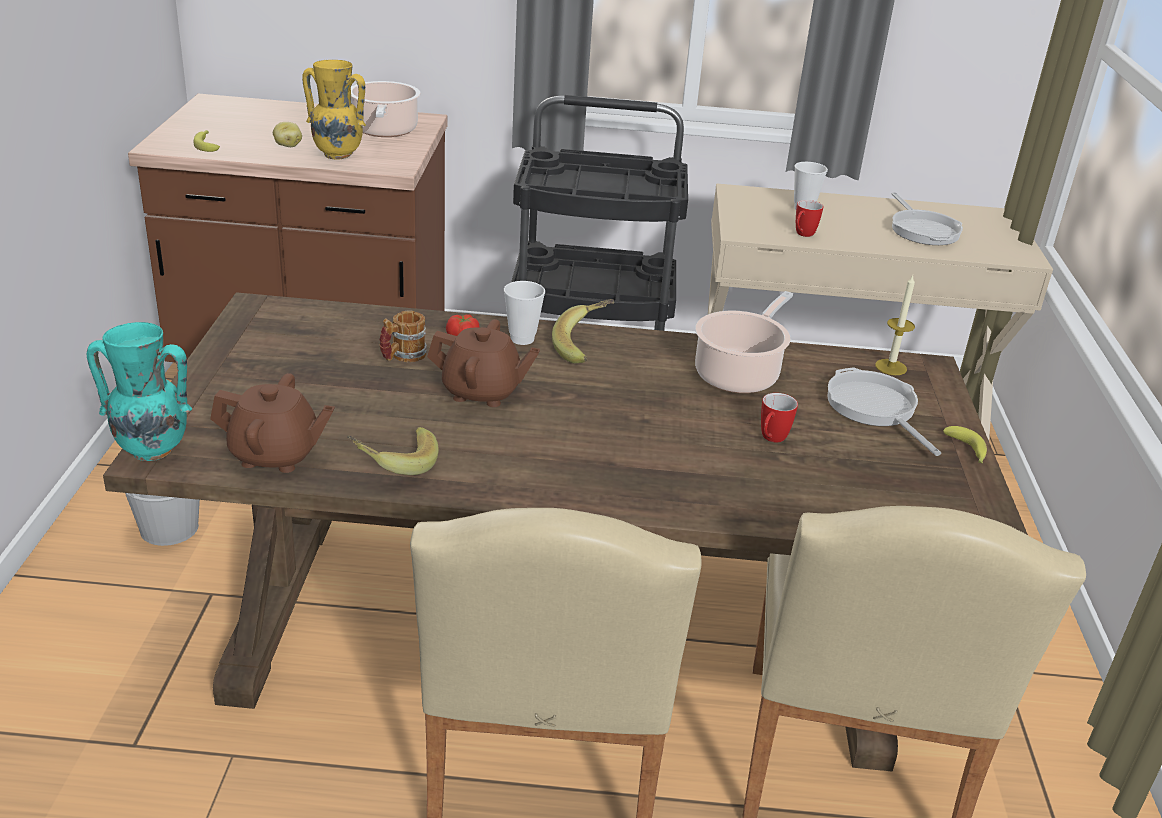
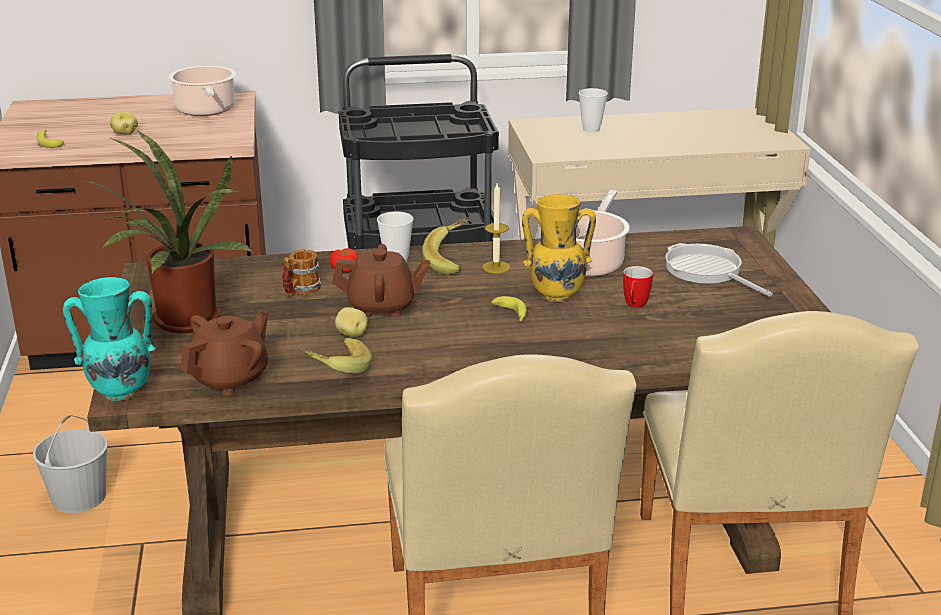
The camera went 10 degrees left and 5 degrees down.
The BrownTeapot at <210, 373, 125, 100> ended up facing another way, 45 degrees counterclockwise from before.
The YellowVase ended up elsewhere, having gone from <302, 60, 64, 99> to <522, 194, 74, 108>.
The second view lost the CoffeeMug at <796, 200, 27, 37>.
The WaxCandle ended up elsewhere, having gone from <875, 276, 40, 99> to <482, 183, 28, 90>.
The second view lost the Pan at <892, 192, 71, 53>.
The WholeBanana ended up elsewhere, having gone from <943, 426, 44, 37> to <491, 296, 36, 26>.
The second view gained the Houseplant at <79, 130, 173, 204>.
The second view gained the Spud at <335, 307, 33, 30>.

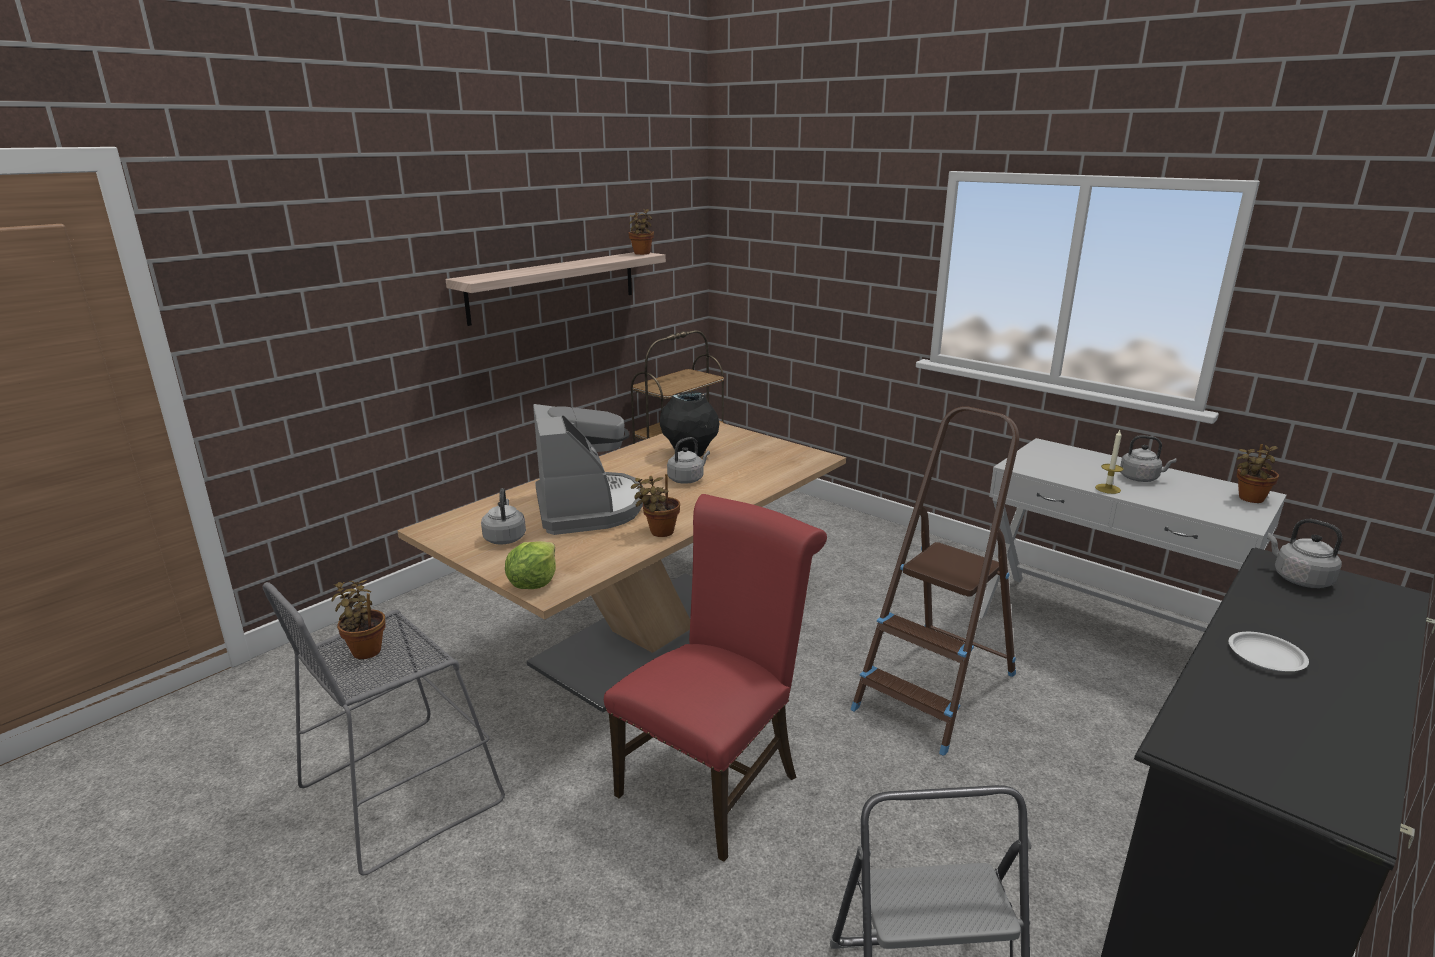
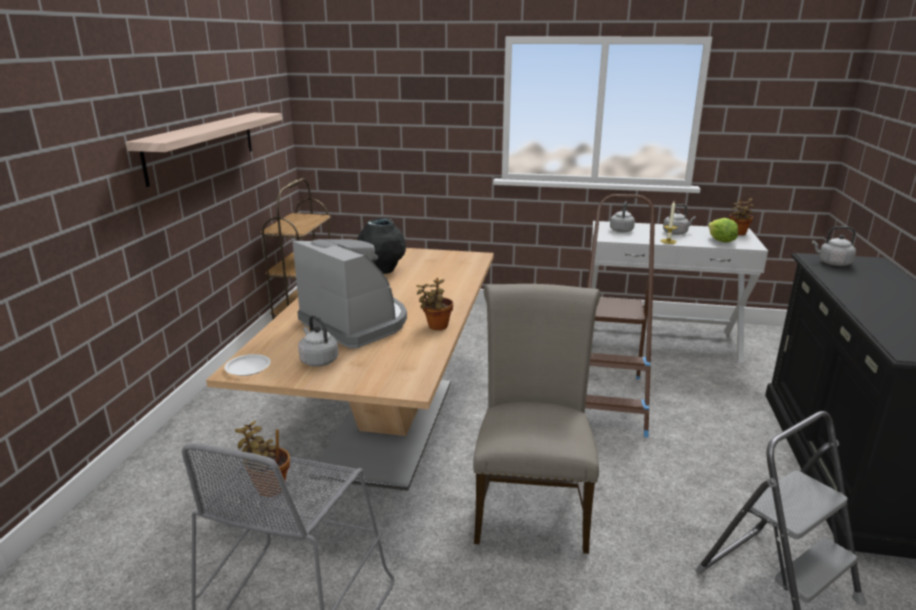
The camera went 30 degrees left and 0 degrees up.
The Lettuce ended up elsewhere, having gone from <505, 541, 51, 48> to <708, 218, 30, 25>.
What was the RedColouredUprightChair at <604, 494, 223, 368> turned into the BeigeColouredUprightChair at <473, 284, 127, 270>.
The second view lost the Houseplant at <628, 209, 26, 46>.
The GreyishWaterKettle ended up elsewhere, having gone from <667, 437, 43, 47> to <610, 201, 25, 31>.
The WhitePlate ended up elsewhere, having gone from <1229, 632, 80, 39> to <224, 354, 47, 22>.

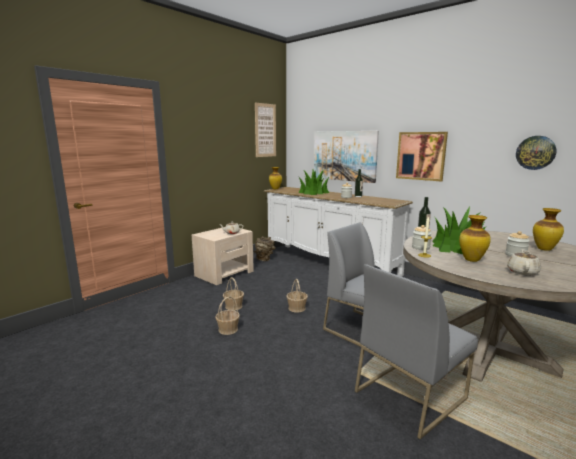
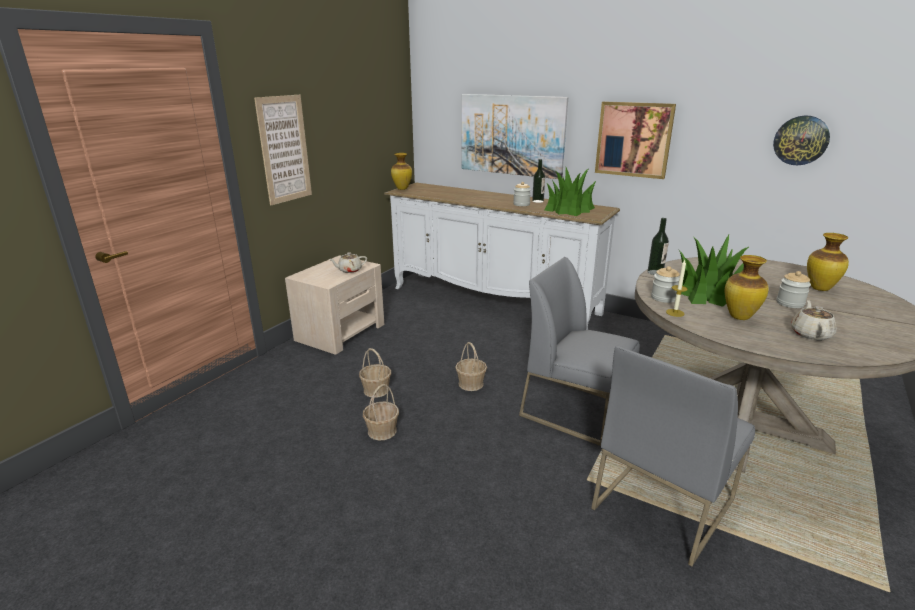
The camera went 10 degrees left and 10 degrees up.
The second view lost the BrownVase at <254, 236, 22, 25>.
The Picture ended up elsewhere, having gone from <255, 102, 21, 55> to <254, 95, 58, 110>.
The Houseplant ended up elsewhere, having gone from <298, 170, 31, 25> to <544, 167, 53, 49>.

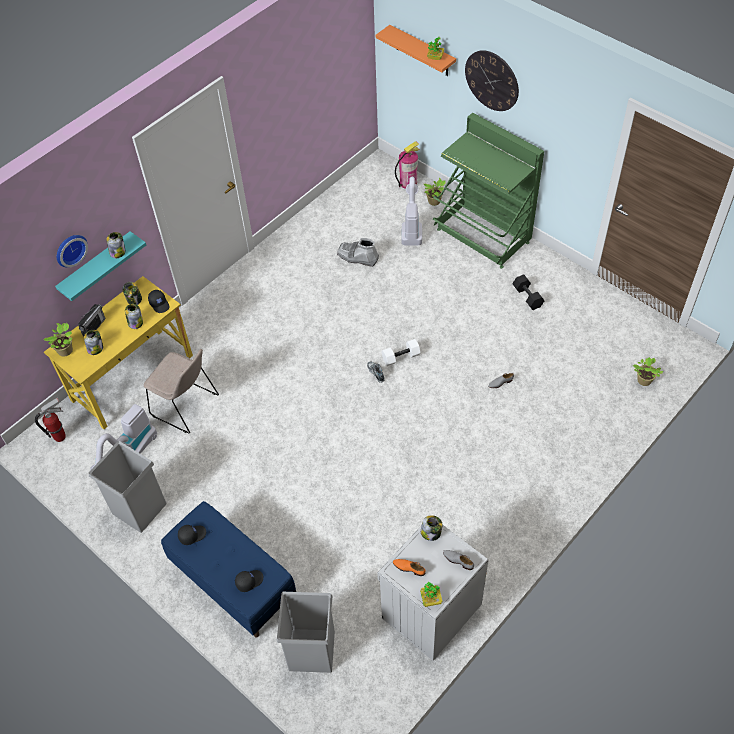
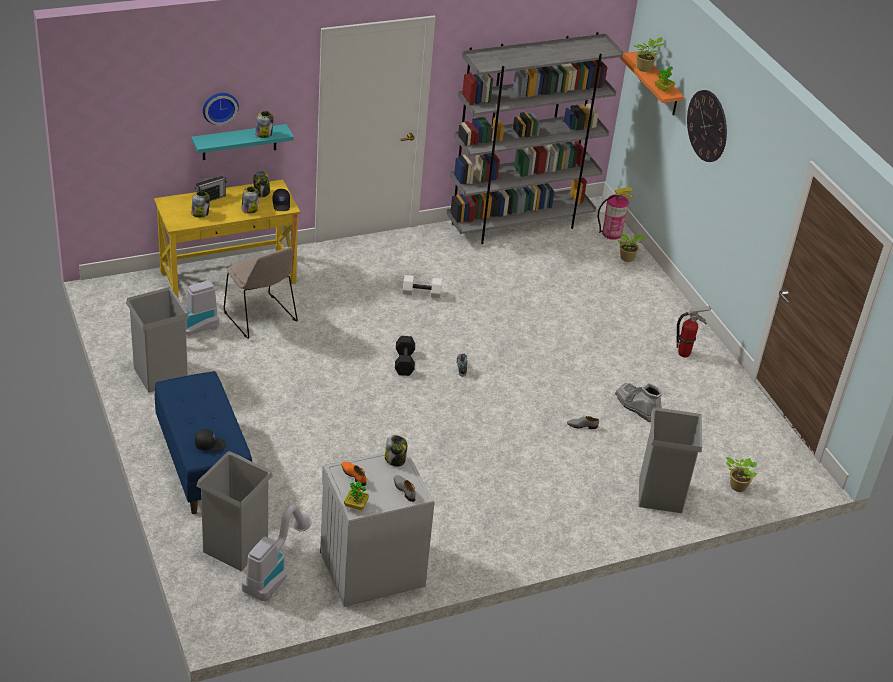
The camera went 20 degrees right and 15 degrees down.
The FireExtinguisher ended up elsewhere, having gone from <35, 398, 31, 44> to <676, 306, 35, 51>.
The Houseplant ended up elsewhere, having gone from <43, 323, 30, 34> to <633, 37, 31, 35>.
The second view lost the BlackColouredBaseballCap at <178, 525, 28, 20>.
The GreyishBoot ended up elsewhere, having gone from <337, 238, 42, 29> to <615, 383, 48, 40>.
The WhiteDumbbell ended up elsewhere, having gone from <381, 339, 40, 27> to <403, 275, 39, 23>.
The Vacuum ended up elsewhere, having gone from <401, 177, 21, 68> to <242, 504, 69, 97>.
The second view lost the GreenShoeRack at <433, 113, 111, 156>.
The BlackColouredDumbbell ended up elsewhere, having gone from <513, 274, 31, 36> to <395, 336, 20, 40>.
The second view gained the GreyishBookshelf at <446, 32, 177, 212>.
The second view gained the GreyishTrashCan at <638, 407, 64, 106>.

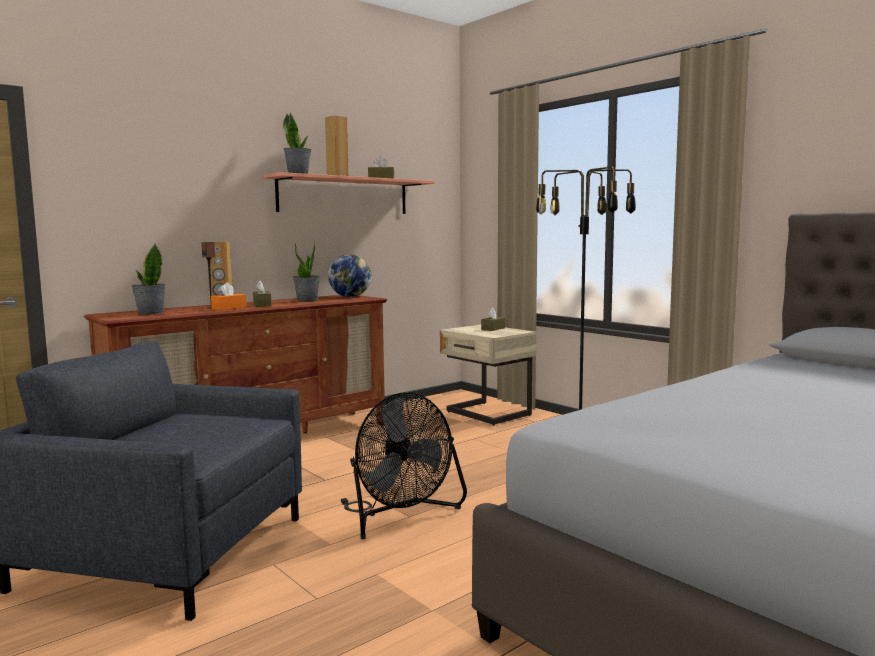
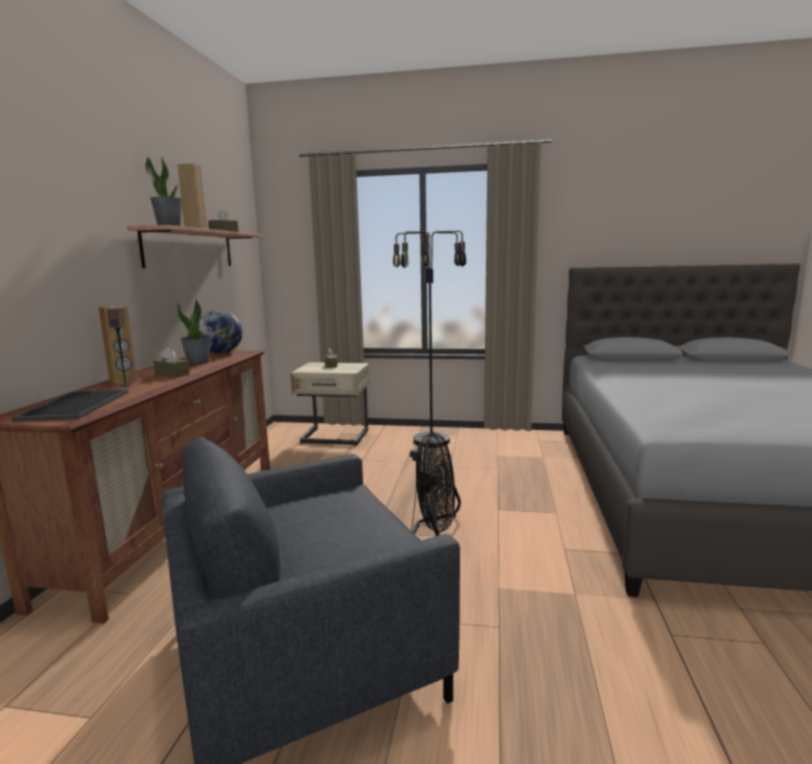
The camera went 40 degrees left and 5 degrees up.
Where the Houseplant stood at <131, 244, 35, 71>, the CarryingTray came to stand at <12, 389, 116, 33>.
The second view lost the OrangeTissueHolder at <211, 282, 35, 28>.

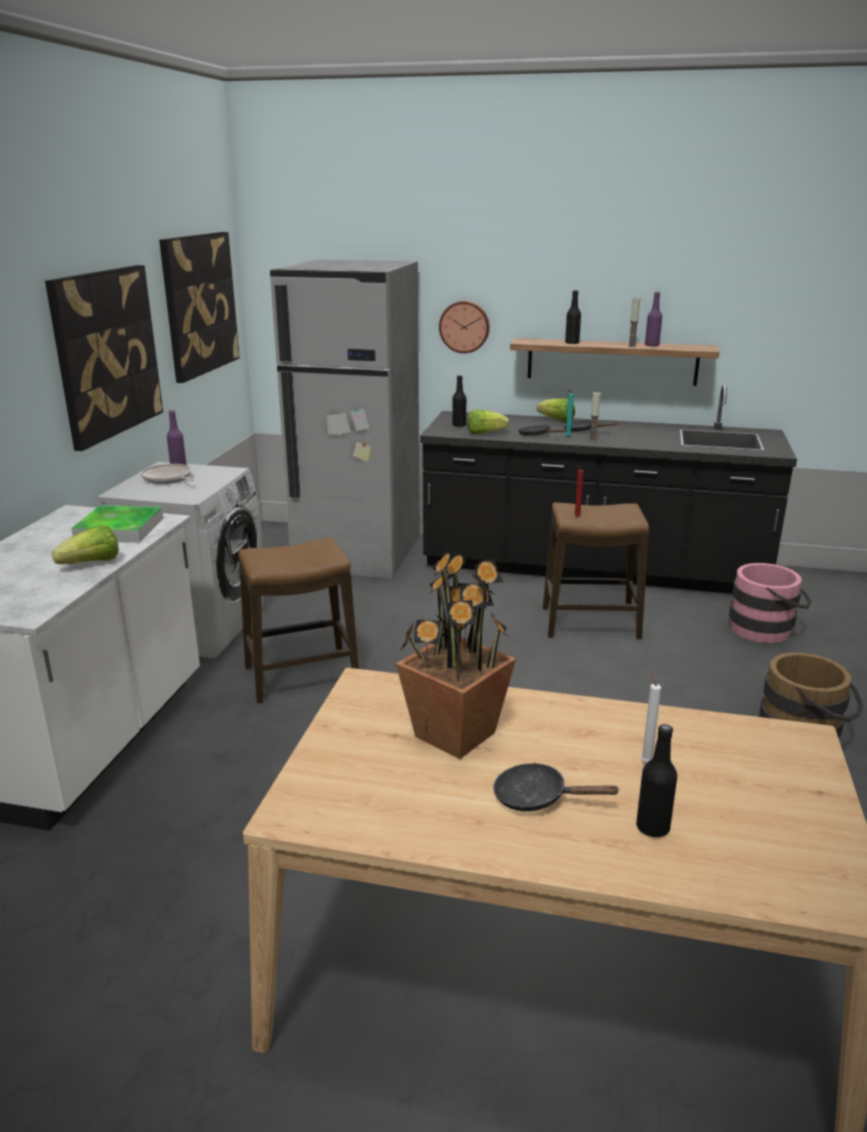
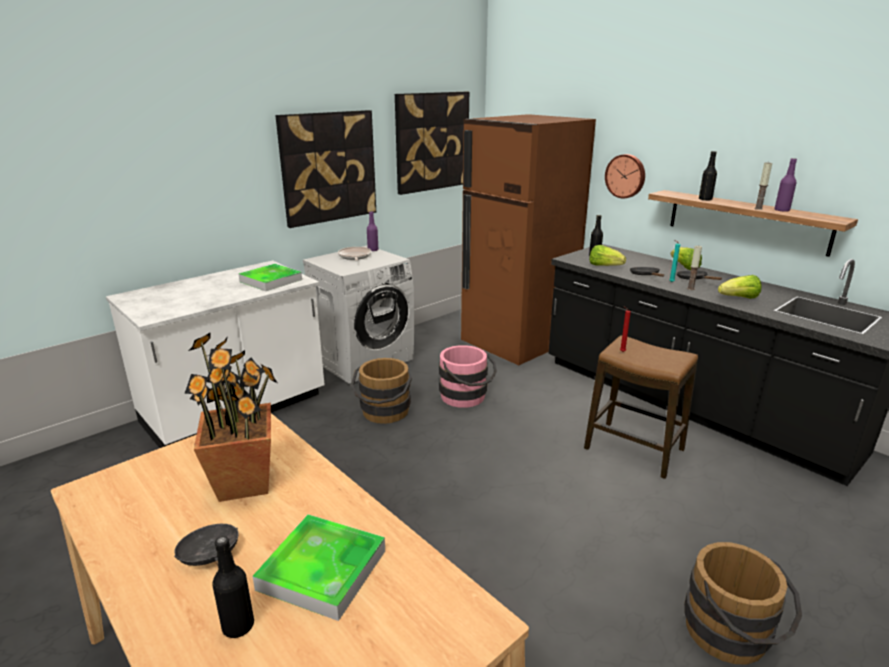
The camera went 35 degrees right and 0 degrees up.
The Lettuce ended up elsewhere, having gone from <52, 525, 67, 39> to <718, 275, 43, 24>.
Where the Stool stood at <238, 537, 121, 167>, the BrownWaterBucket came to stand at <351, 358, 61, 66>.
What was the GreyishFridge at <270, 259, 150, 319> turned into the BrownFridge at <461, 114, 135, 251>.
Where the WhiteWaxCandle stood at <641, 672, 20, 91>, the CarryingTray came to stand at <252, 514, 133, 107>.
The PinkColouredWaterBucket ended up elsewhere, having gone from <729, 563, 83, 80> to <439, 345, 58, 63>.

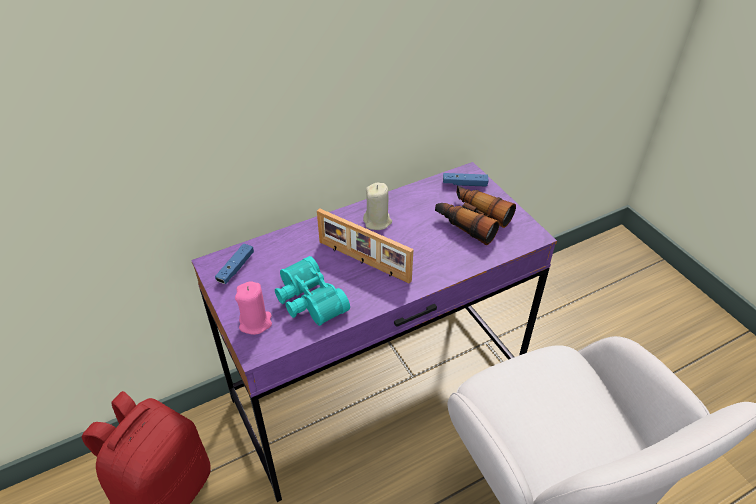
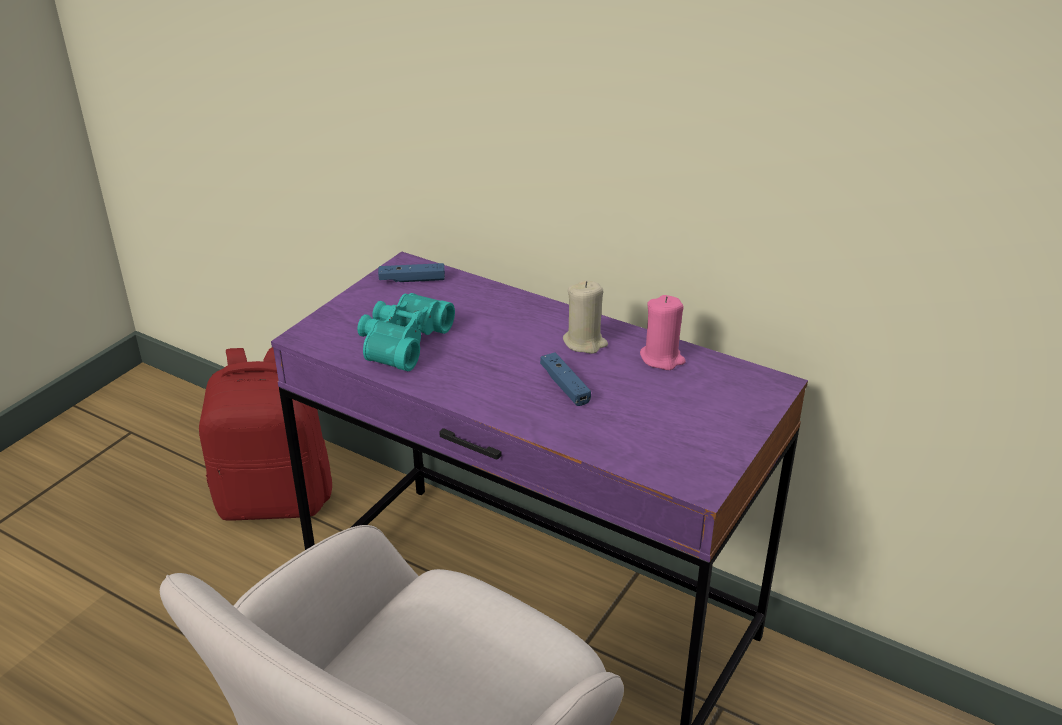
The camera went 60 degrees right and 10 degrees down.
The PinkColouredWaxCandle ended up elsewhere, having gone from <235, 281, 37, 54> to <640, 295, 46, 75>.
The second view lost the StandingFrame at <317, 208, 97, 76>.
The second view lost the FieldGlasses at <435, 185, 81, 60>.
The BlueColouredGamepad ended up elsewhere, having gone from <443, 173, 46, 14> to <540, 352, 51, 54>.

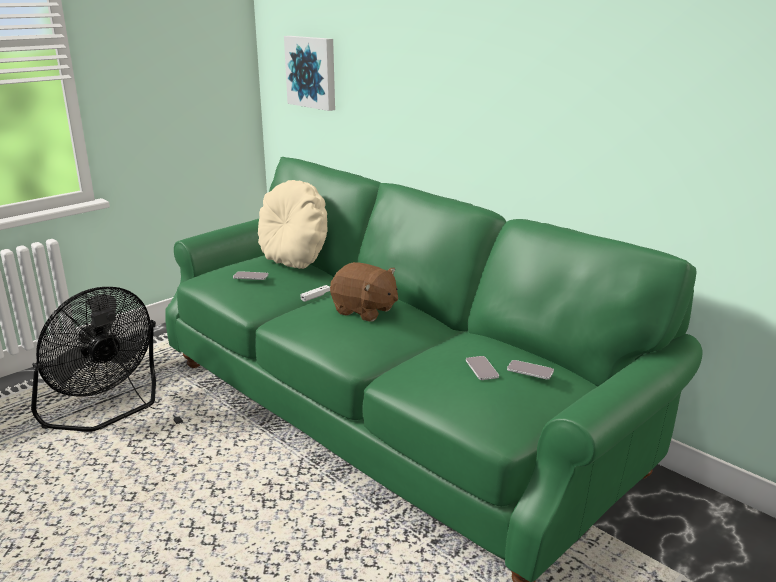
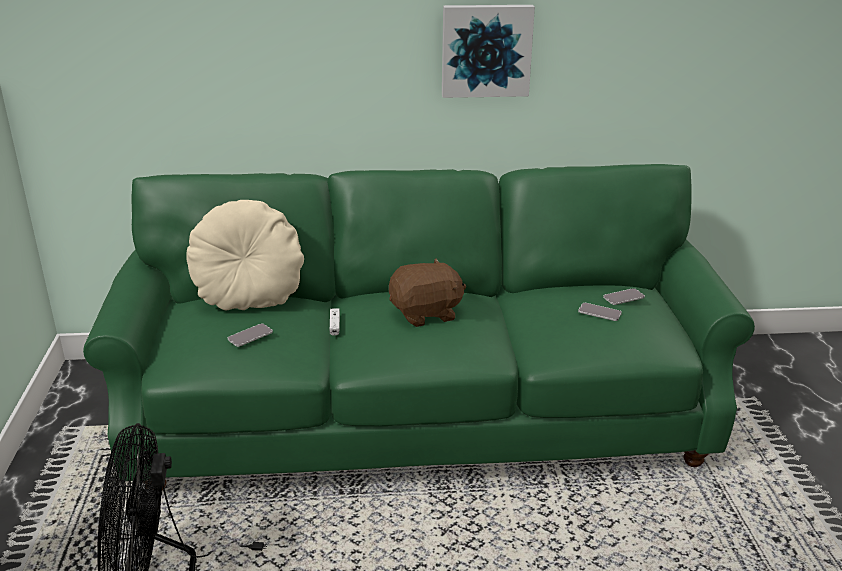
The camera went 50 degrees left and 5 degrees up.
The Picture ended up elsewhere, having gone from <284, 36, 51, 75> to <442, 5, 93, 93>.

